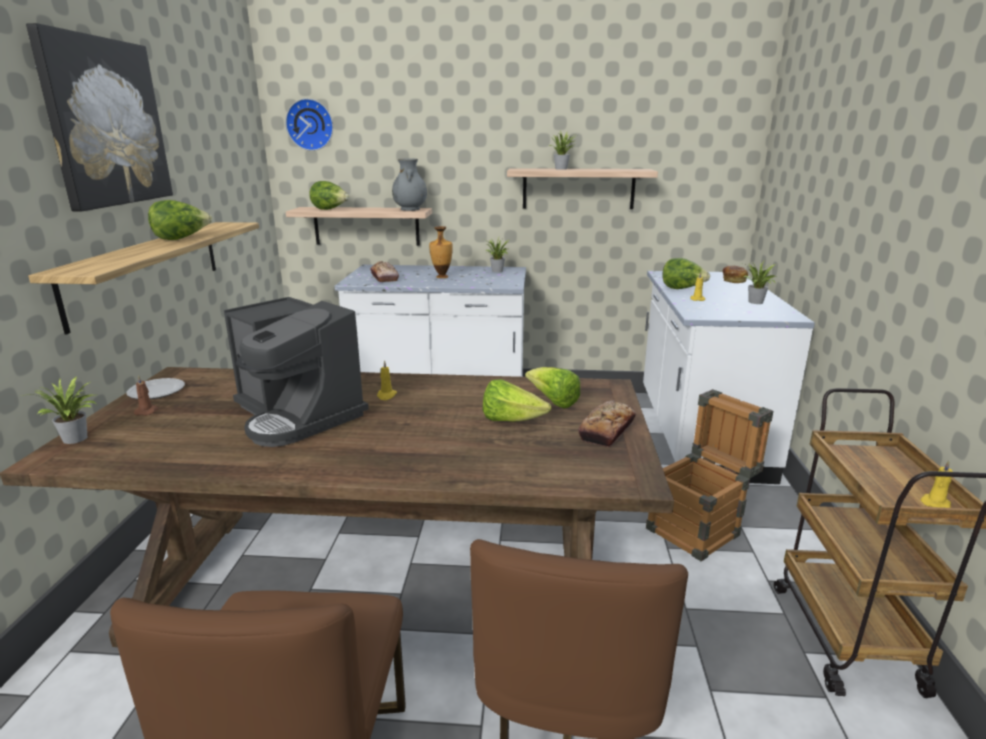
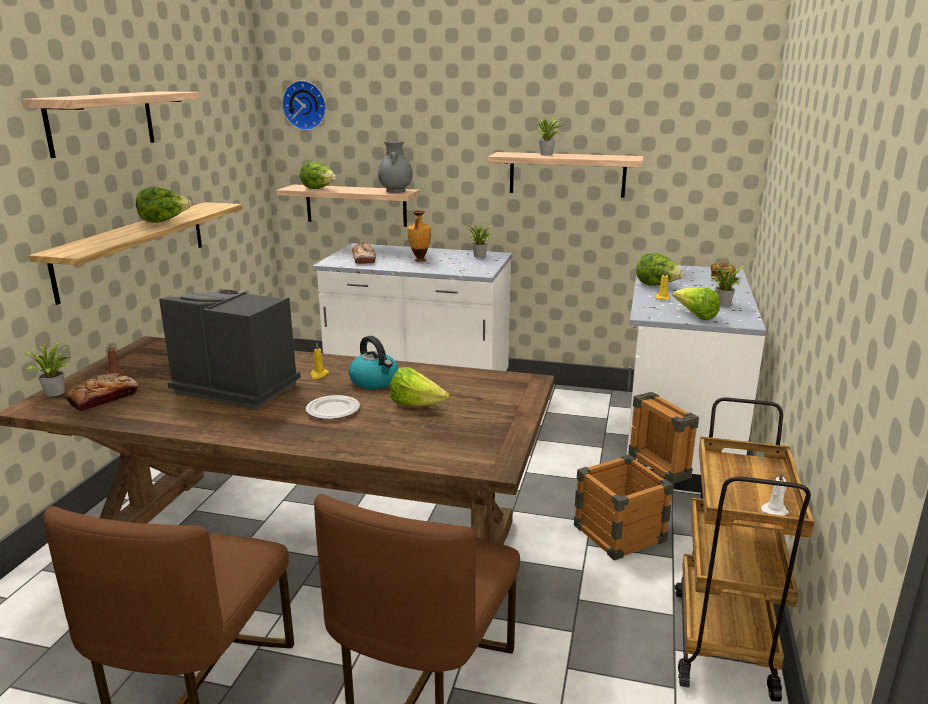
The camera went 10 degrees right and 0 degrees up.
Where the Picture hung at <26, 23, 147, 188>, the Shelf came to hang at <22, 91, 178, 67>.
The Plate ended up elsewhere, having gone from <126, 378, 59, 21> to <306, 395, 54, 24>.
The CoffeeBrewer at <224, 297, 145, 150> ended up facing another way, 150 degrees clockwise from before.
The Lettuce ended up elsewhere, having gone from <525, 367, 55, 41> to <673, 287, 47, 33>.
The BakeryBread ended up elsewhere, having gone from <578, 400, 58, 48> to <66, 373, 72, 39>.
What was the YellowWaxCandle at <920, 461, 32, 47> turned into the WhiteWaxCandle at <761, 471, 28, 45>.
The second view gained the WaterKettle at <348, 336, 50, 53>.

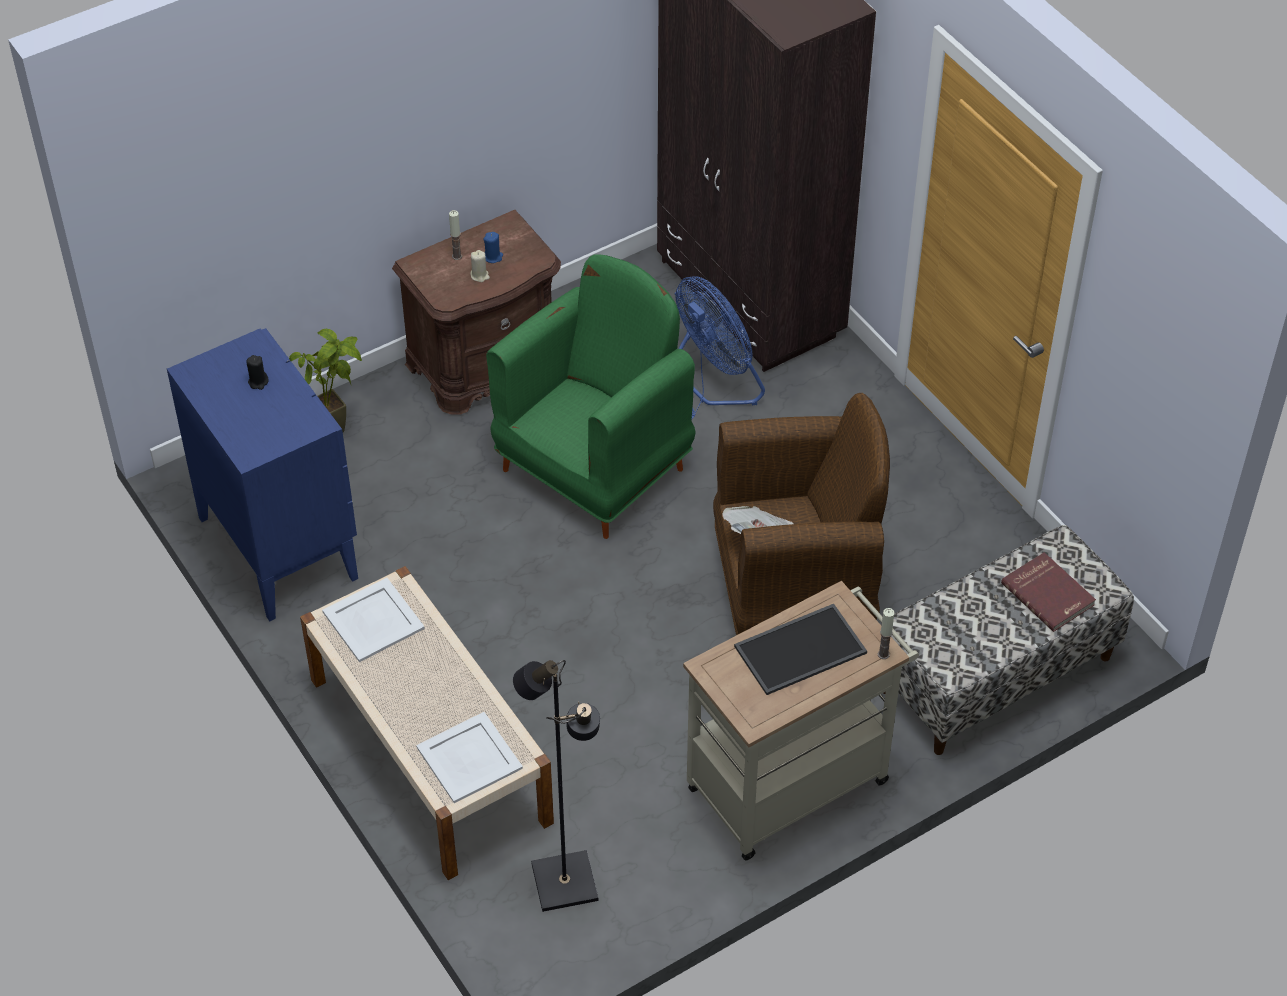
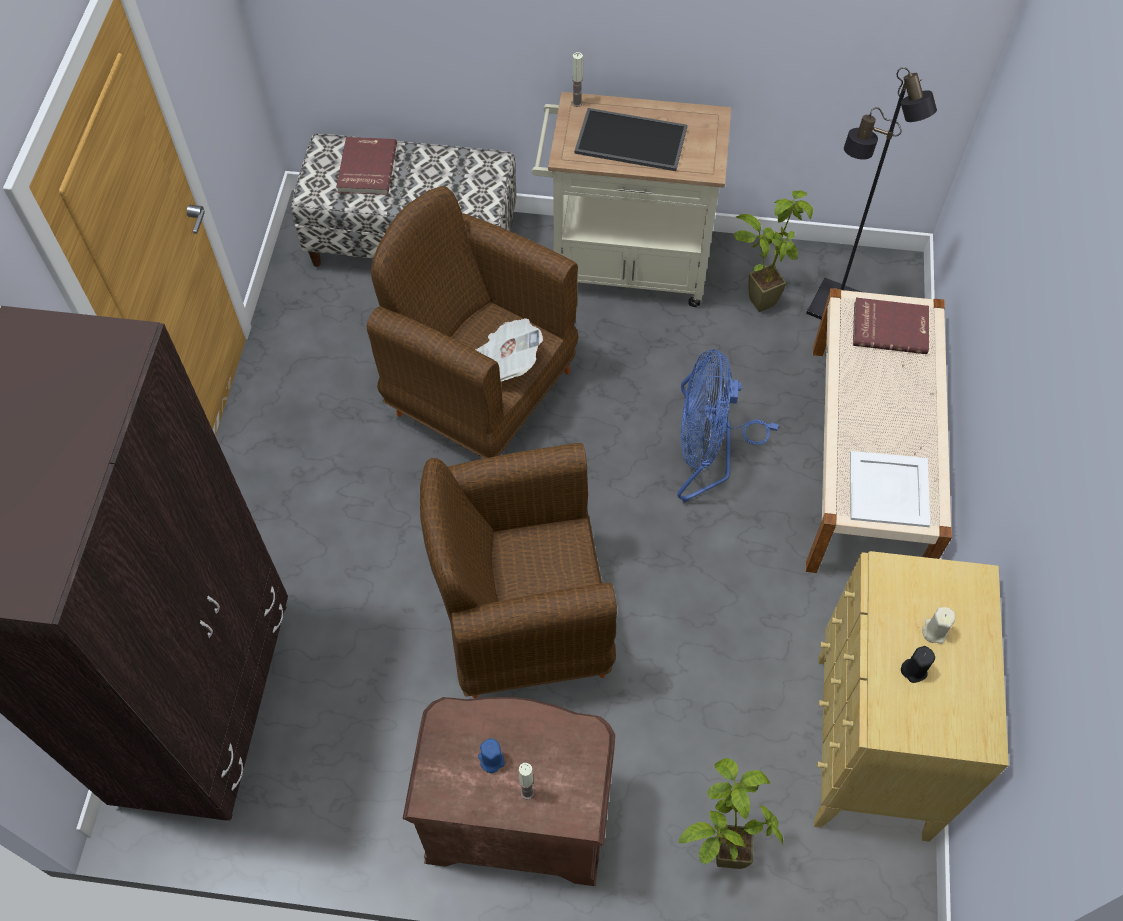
The camera went 140 degrees left and 10 degrees up.
What was the BlueColouredChestOfDrawers at <167, 328, 191, 293> turned into the BeigeColouredChestOfDrawers at <814, 551, 195, 291>.
Where the WhiteCarryingTray stood at <416, 712, 107, 91>, the RedColouredVolume came to stand at <853, 298, 76, 56>.
The BeigeColouredWaxCandle ended up elsewhere, having gone from <470, 250, 20, 32> to <922, 607, 33, 37>.
What was the GreenEasyChair at <486, 254, 210, 285> turned into the BrownEasyChair at <420, 443, 197, 255>.
The BlueColouredCoolingFan ended up elsewhere, having gone from <674, 276, 91, 143> to <677, 349, 104, 154>.
The second view gained the Houseplant at <734, 191, 79, 121>.

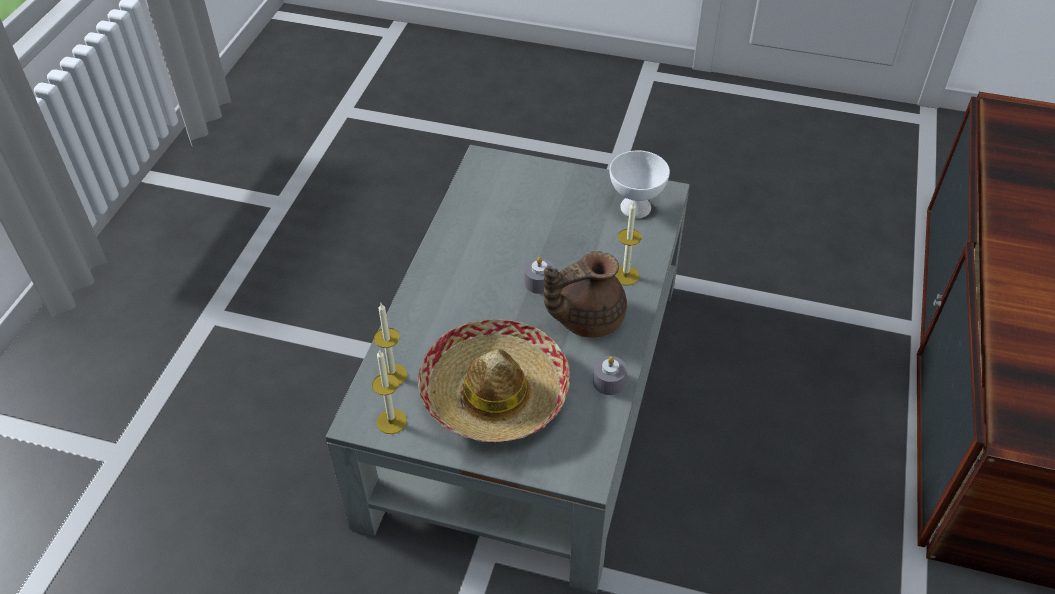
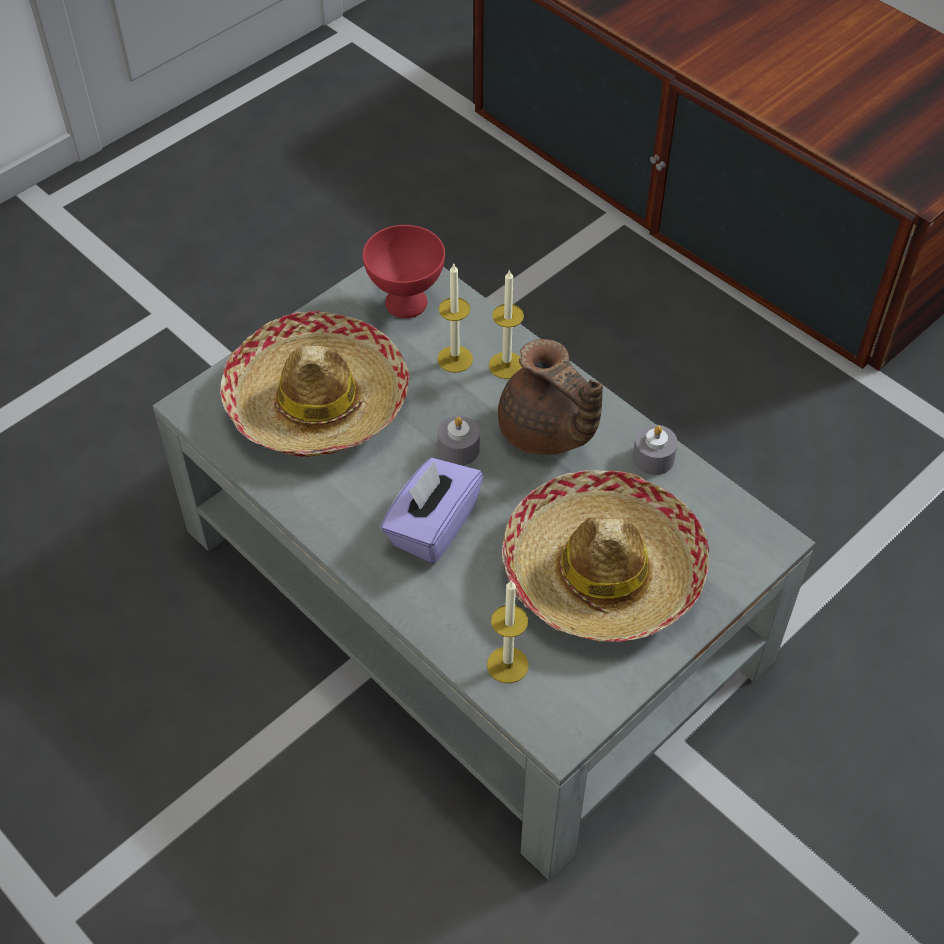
The camera went 60 degrees left and 5 degrees up.
The WaxCandle ended up elsewhere, having gone from <372, 349, 35, 85> to <437, 264, 36, 109>.
The BrownTeapot at <544, 251, 83, 87> ended up facing another way, 45 degrees counterclockwise from before.
What was the WhiteServingBowl at <609, 150, 61, 69> turned into the RedColouredServingBowl at <363, 225, 82, 93>.
The second view gained the Hat at <220, 311, 189, 146>.
The second view gained the PurpleTissueHolder at <380, 458, 103, 106>.

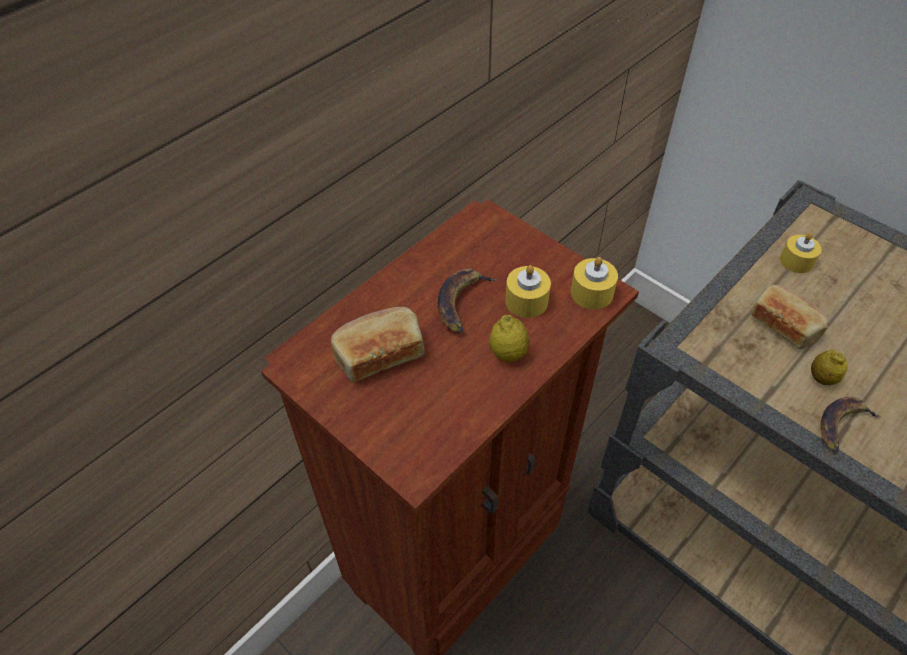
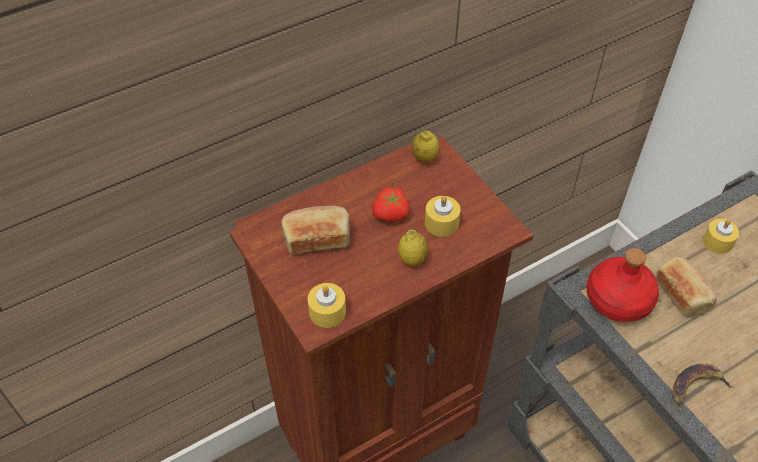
The camera went 15 degrees right and 0 degrees up.
Where the WholeBanana stood at <437, 269, 60, 64>, the FreshTomato came to stand at <372, 187, 38, 35>.
The YellowWaxCandle ended up elsewhere, having gone from <571, 257, 47, 52> to <308, 283, 38, 45>.
The CitrusFruit ended up elsewhere, having gone from <811, 350, 37, 35> to <412, 131, 27, 31>.
The second view gained the RedColouredBottle at <587, 248, 72, 74>.

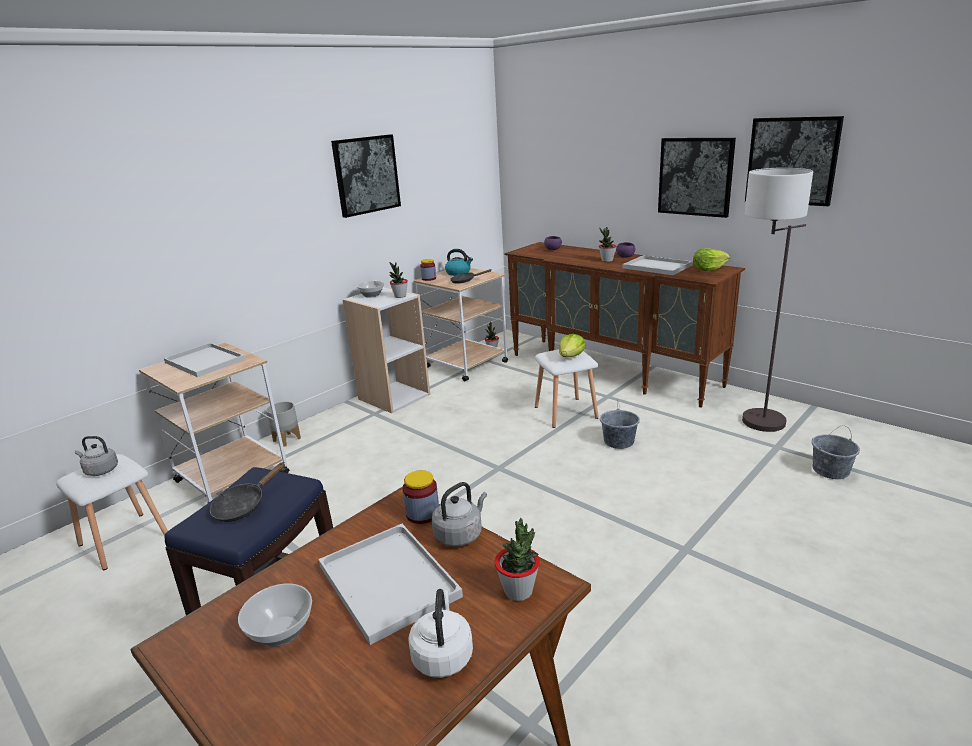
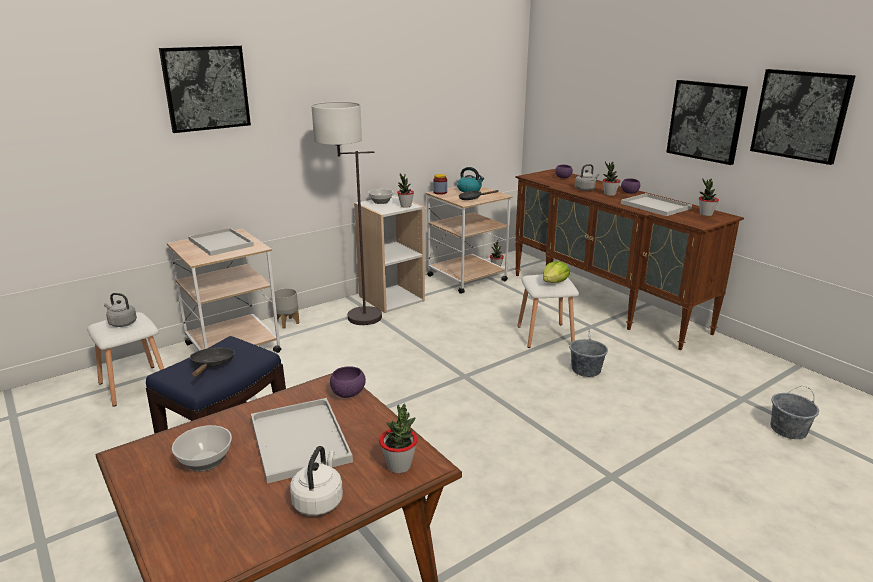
The camera went 10 degrees right and 0 degrees up.
The BlackColouredPan at <210, 462, 75, 60> ended up facing another way, 135 degrees clockwise from before.
The Picture ended up elsewhere, having gone from <331, 134, 70, 84> to <159, 45, 92, 88>.
Where the Jar stood at <402, 470, 37, 54>, the PurpleServingBowl came to stand at <330, 366, 36, 32>.
The GreyishWaterKettle ended up elsewhere, having gone from <432, 482, 55, 65> to <575, 164, 24, 27>.
Where the Lettuce stood at <693, 248, 37, 23>, the Houseplant came to stand at <699, 178, 20, 38>.
The WhiteStandingLamp ended up elsewhere, having gone from <742, 168, 71, 264> to <312, 102, 70, 223>.

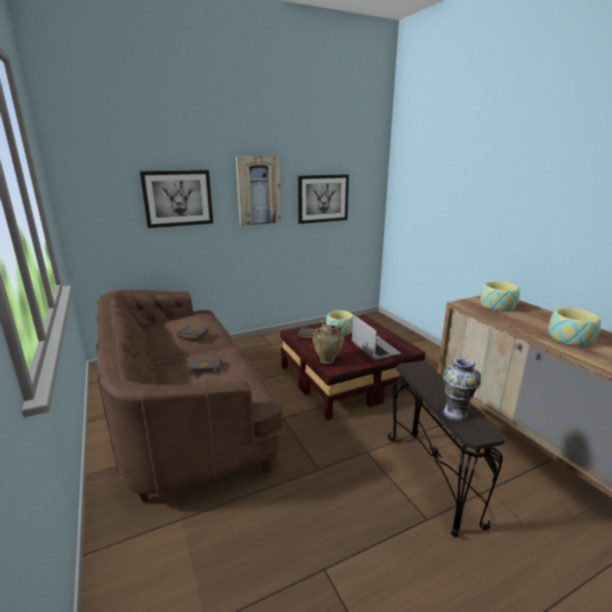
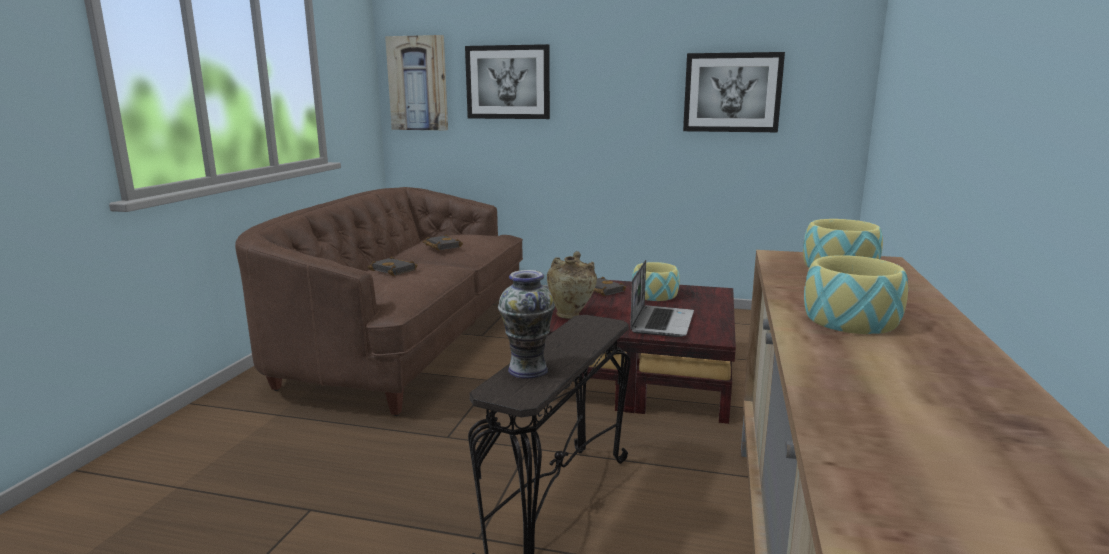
The camera went 40 degrees right and 5 degrees down.
The Picture ended up elsewhere, having gone from <236, 156, 45, 70> to <385, 35, 63, 95>.

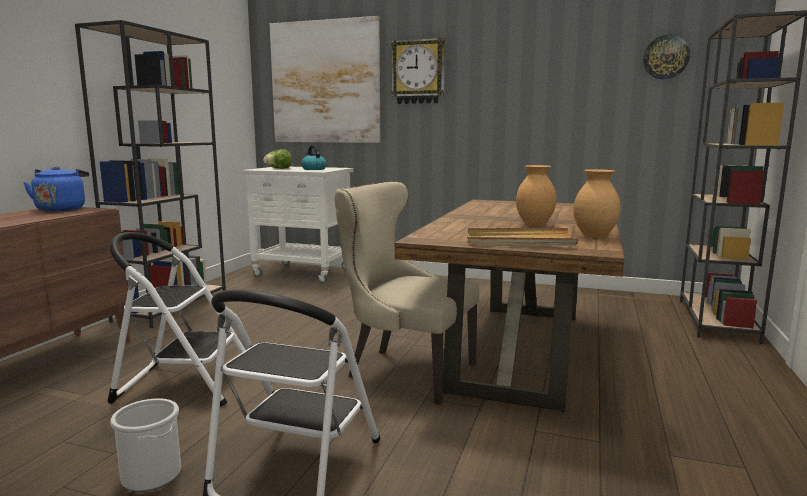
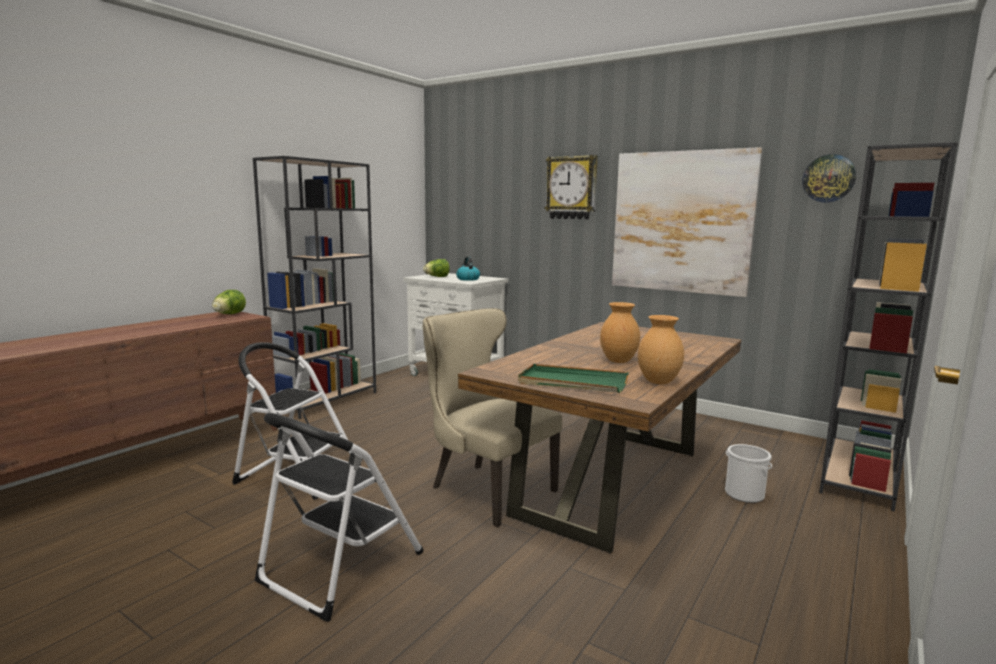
The camera went 15 degrees right and 0 degrees up.
Where the BlueColouredWaterKettle stood at <23, 166, 66, 46>, the Lettuce came to stand at <212, 290, 34, 24>.
The WaterBucket ended up elsewhere, having gone from <110, 398, 71, 94> to <725, 444, 47, 59>.
The Picture ended up elsewhere, having gone from <270, 16, 110, 127> to <612, 147, 150, 150>.
What was the BeigeColouredCarryingTray at <467, 228, 112, 18> turned into the GreenCarryingTray at <518, 364, 111, 29>.

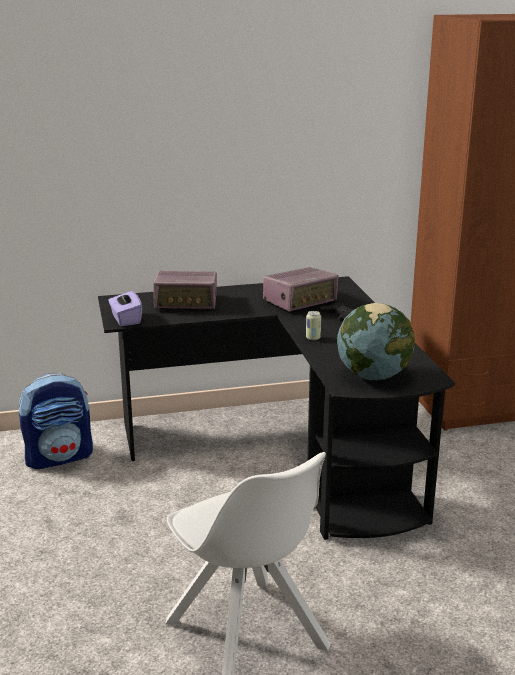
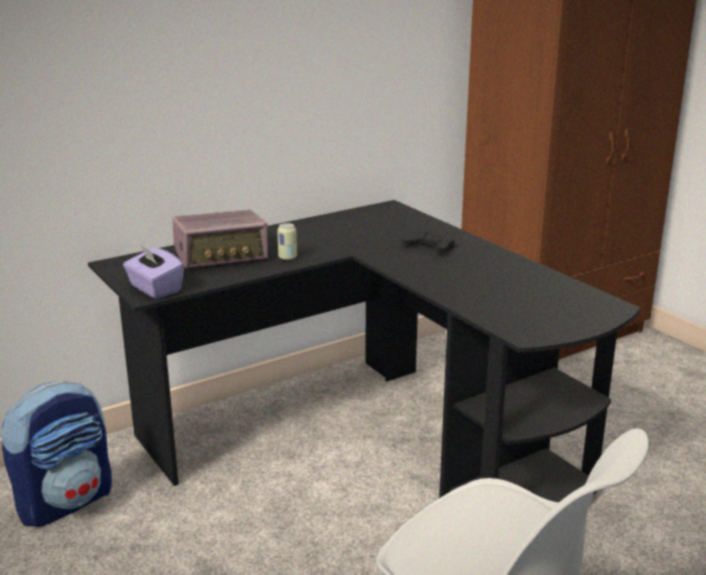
The camera went 20 degrees left and 0 degrees up.
The second view lost the RadioSet at <263, 267, 76, 44>.
The Can ended up elsewhere, having gone from <306, 311, 15, 29> to <277, 223, 20, 37>.
The second view lost the DeskGlobe at <337, 303, 78, 77>.

